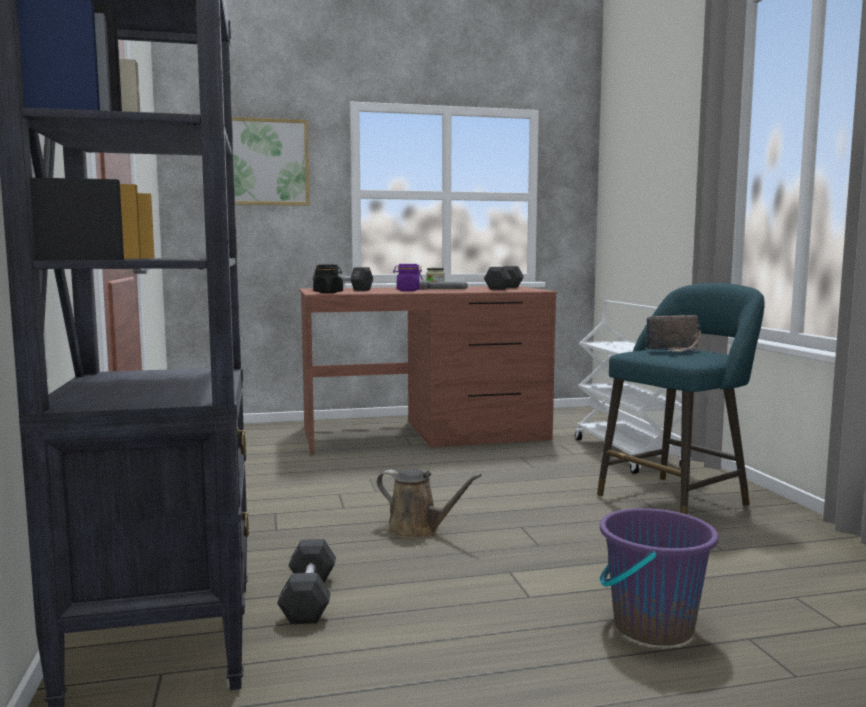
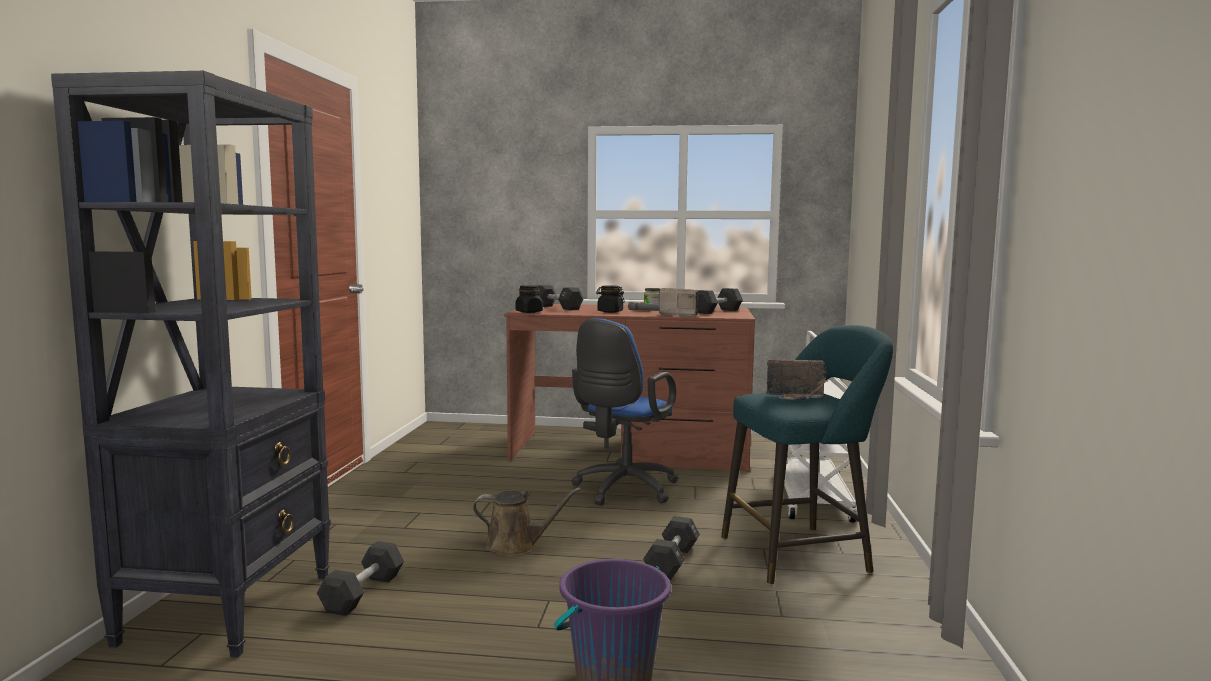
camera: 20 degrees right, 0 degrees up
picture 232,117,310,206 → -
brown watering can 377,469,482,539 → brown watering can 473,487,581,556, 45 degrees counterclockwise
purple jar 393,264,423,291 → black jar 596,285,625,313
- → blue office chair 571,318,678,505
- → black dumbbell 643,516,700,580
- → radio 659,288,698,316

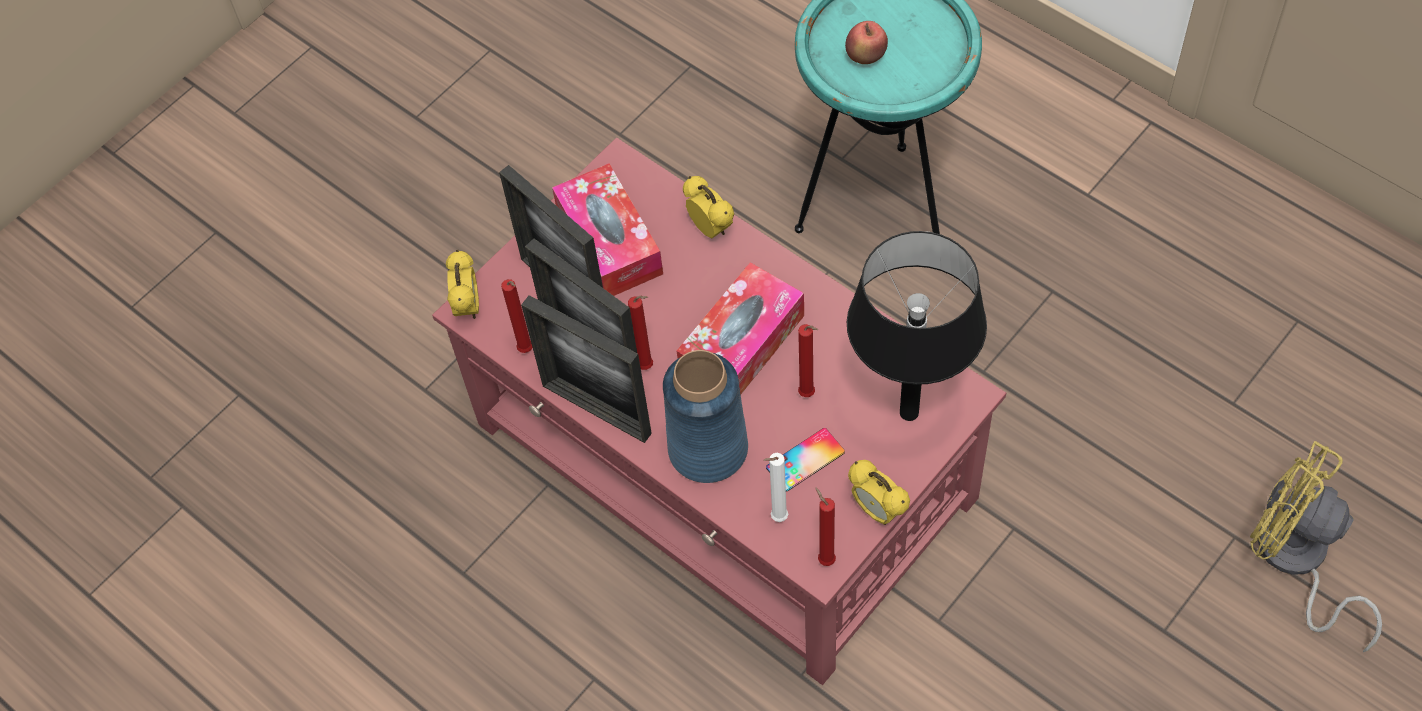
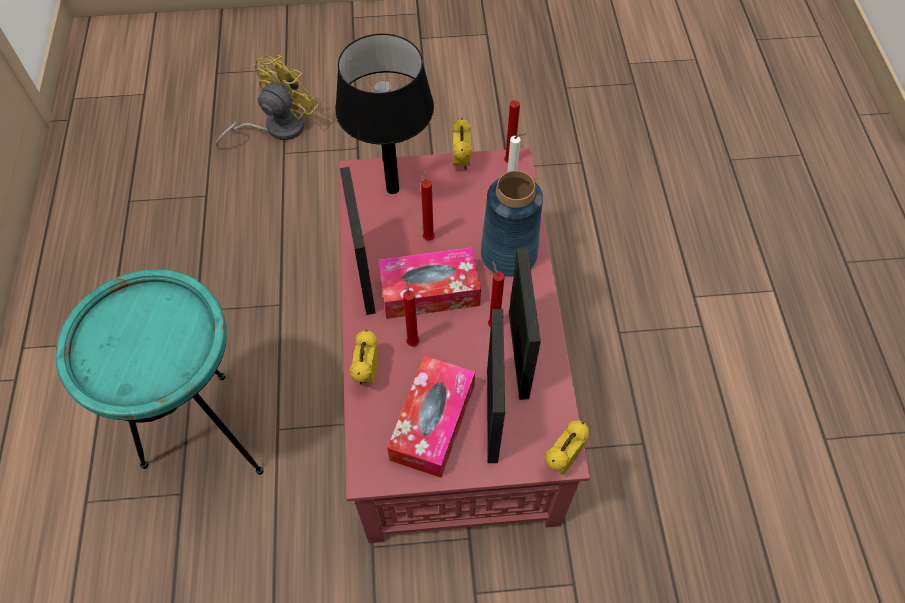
camera: 140 degrees left, 0 degrees up
red candle 501,279,532,353 → red candle 403,279,420,347, moved
picture frame 521,295,652,443 → picture frame 340,167,376,315, moved
phone 766,428,845,492 → -
apple 845,21,888,64 → -
yellow fan 1250,441,1382,652 → yellow fan 215,55,319,148, 135 degrees counterclockwise

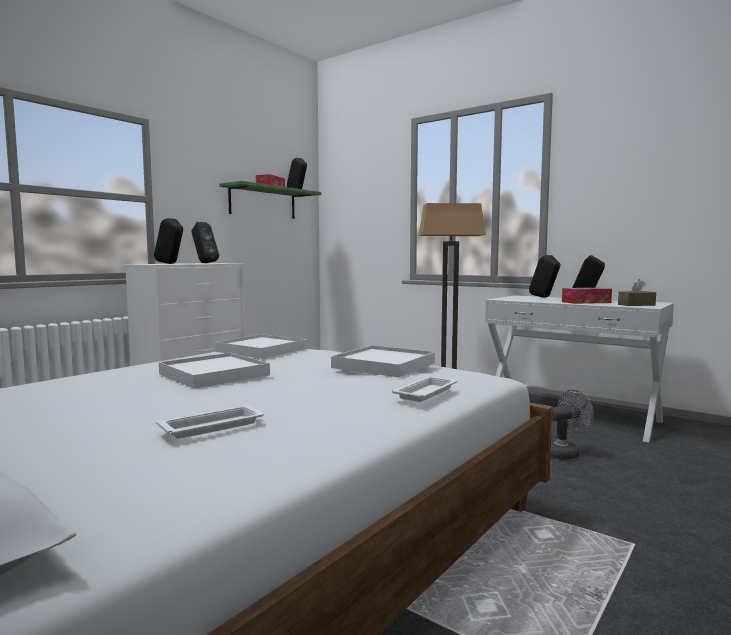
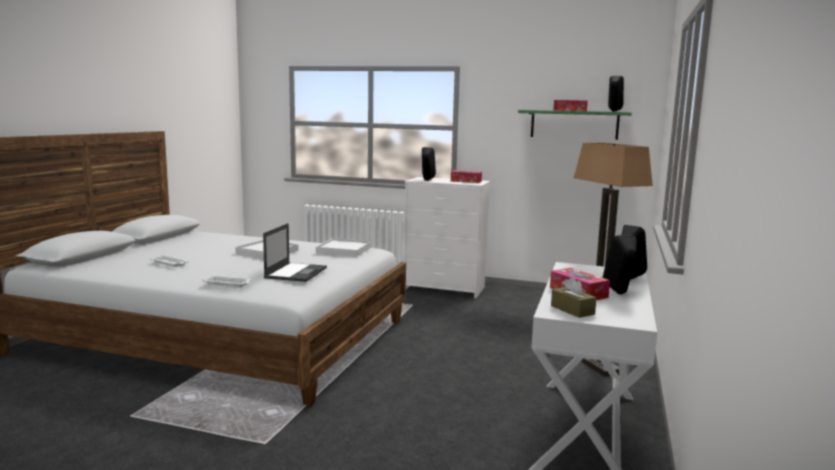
camera: 70 degrees right, 5 degrees up
black speaker 191,222,219,263 → tissue box 451,170,482,183
white tray 331,345,435,377 → laptop 263,223,327,282
grey fan 550,390,594,460 → -

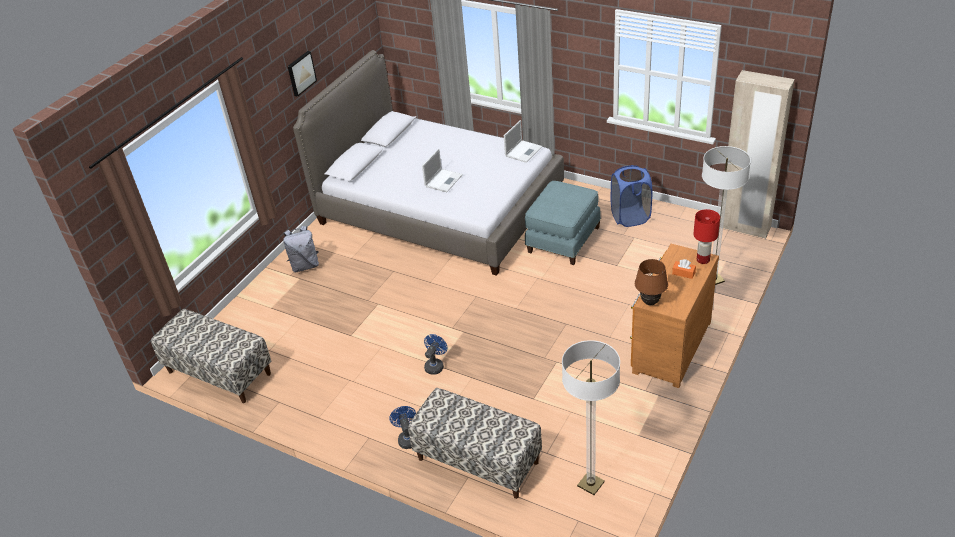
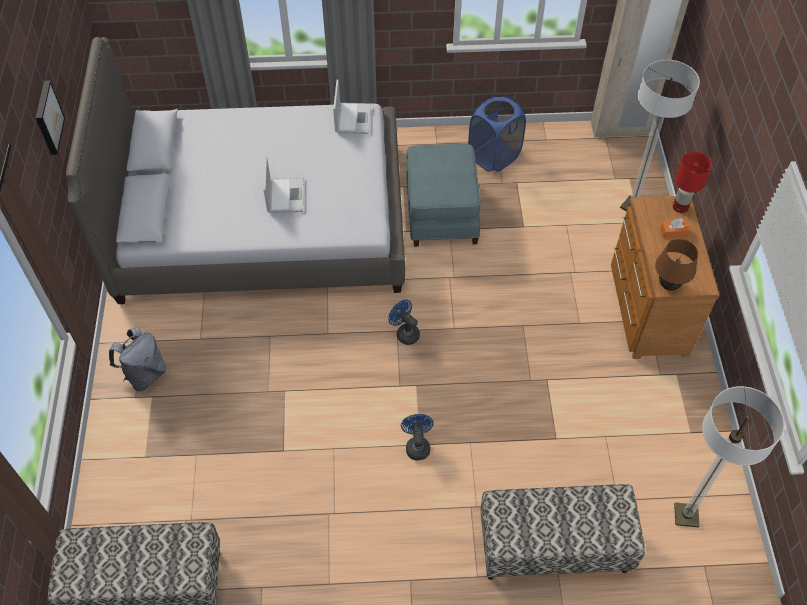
camera: 35 degrees left, 15 degrees up
blue fan 390,406,416,449 → blue fan 388,300,420,345, moved

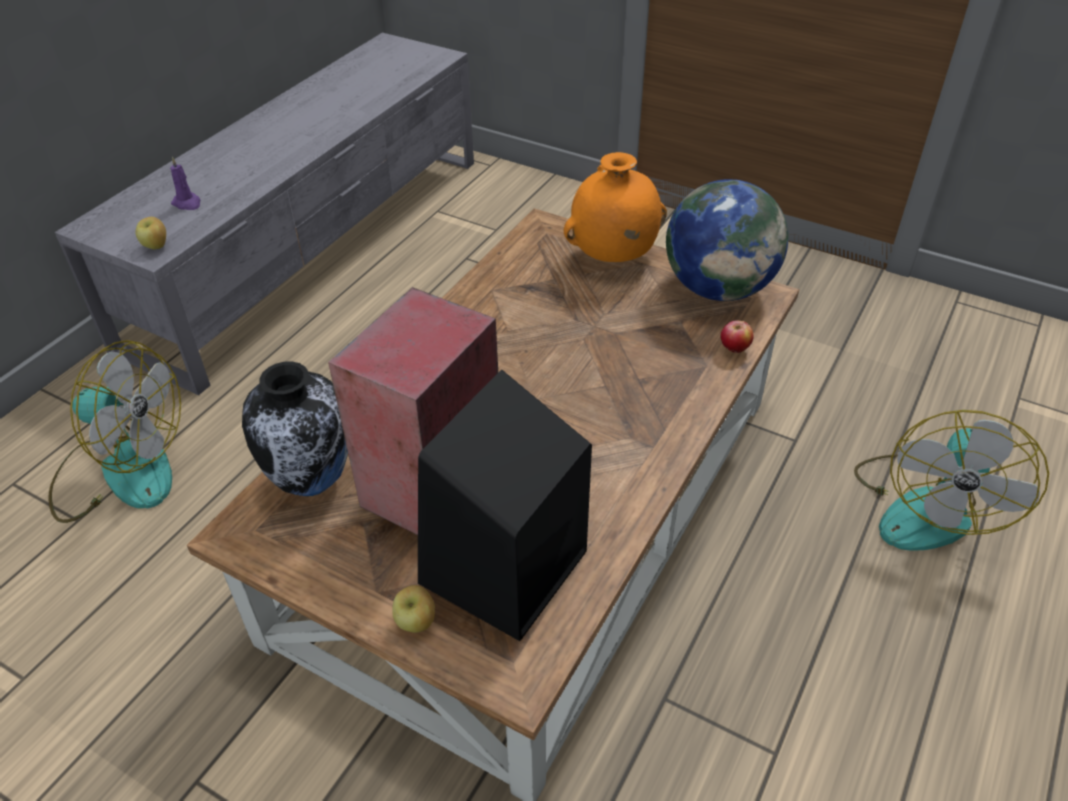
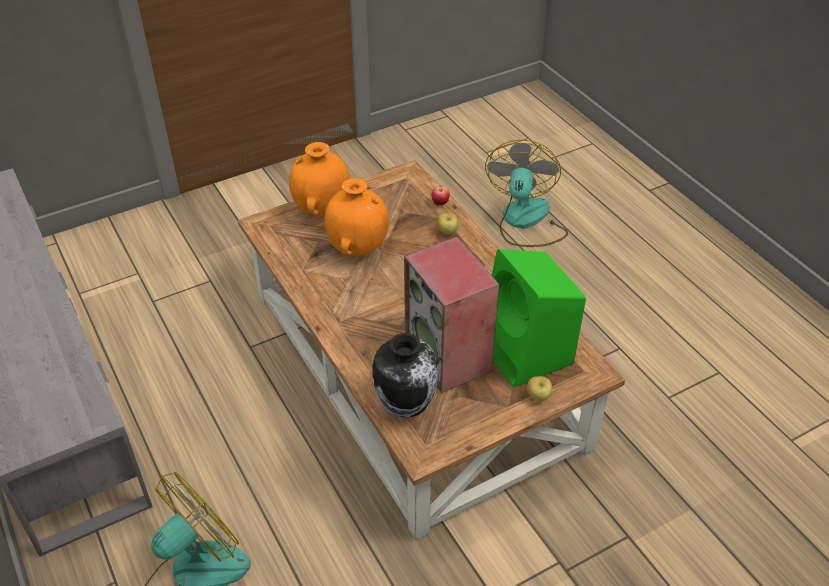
camera: 60 degrees left, 0 degrees up
apple 136,217,166,249 → apple 437,213,458,235, moved
purple candle 170,157,201,210 → -
black speaker 418,370,592,641 → green speaker 492,249,586,388
globe 666,179,788,301 → -
fan 854,410,1049,551 → fan 485,140,568,247, 135 degrees counterclockwise
- → orange vase 324,178,389,256

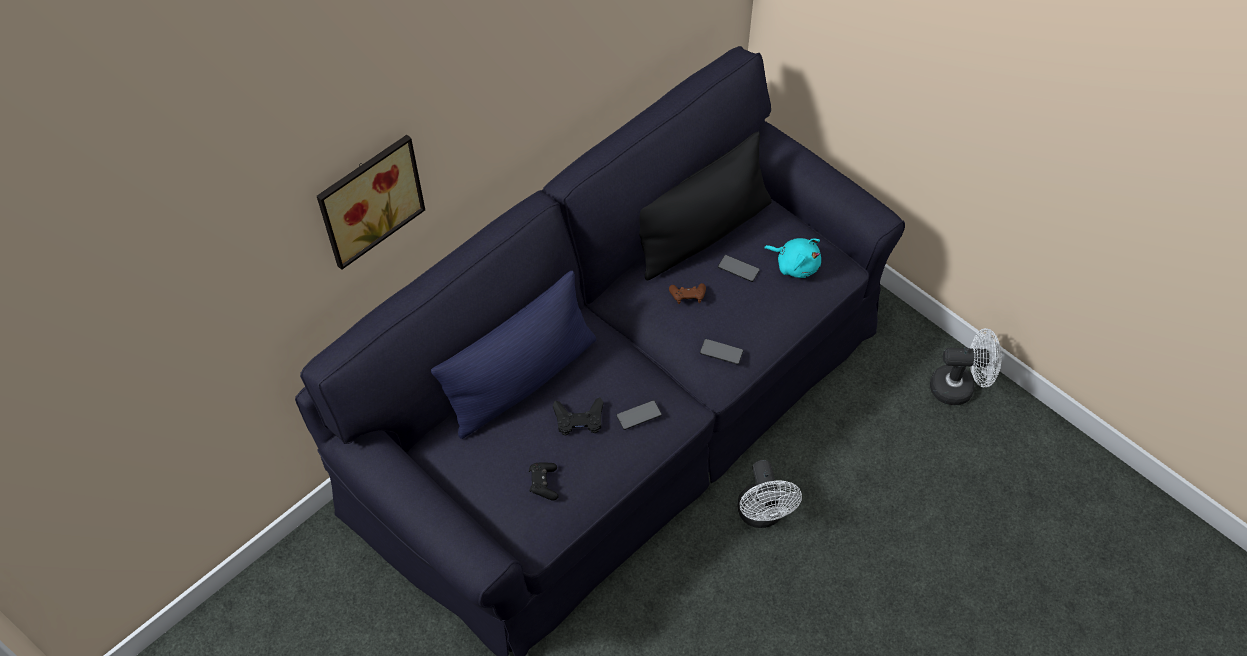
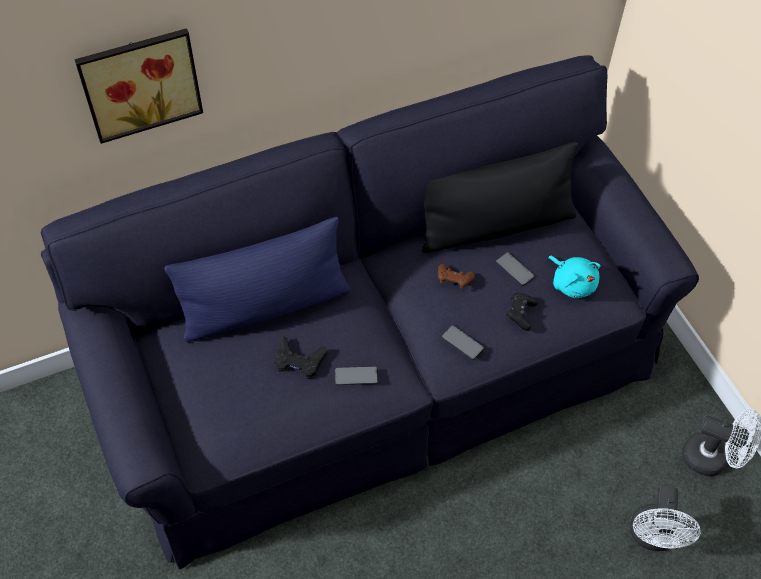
camera: 20 degrees right, 0 degrees up
black game controller 529,463,559,501 → black game controller 506,293,538,331, moved
white fan 737,460,802,528 → white fan 630,484,701,551, moved

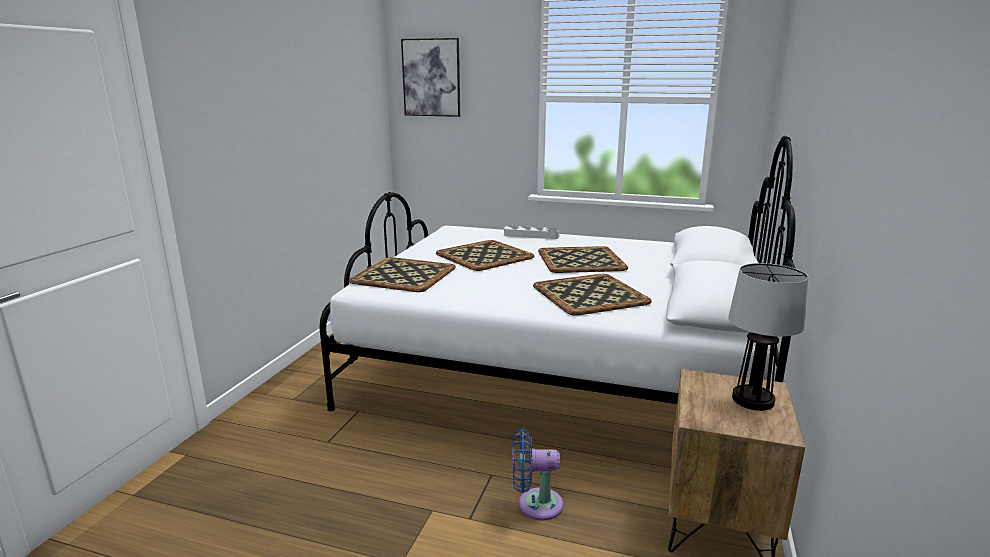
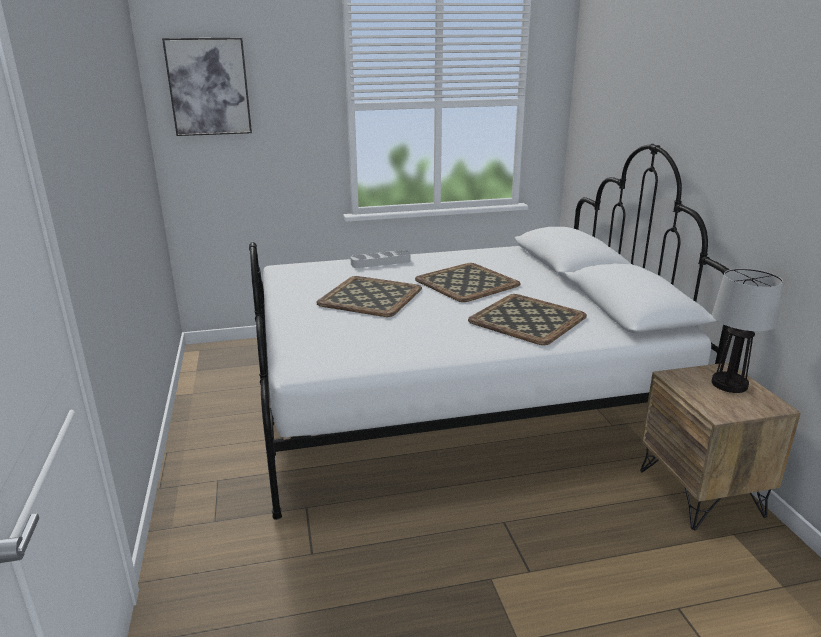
camera: 30 degrees left, 5 degrees up
tray 349,257,456,292 → -
blue fan 512,429,563,521 → -

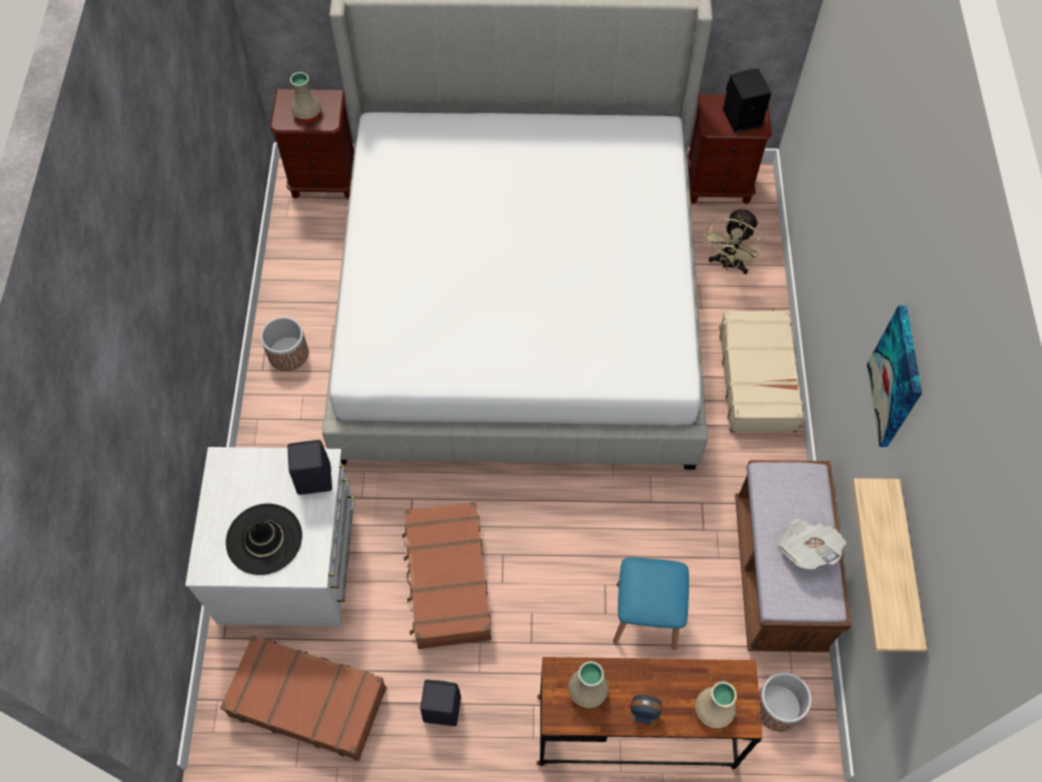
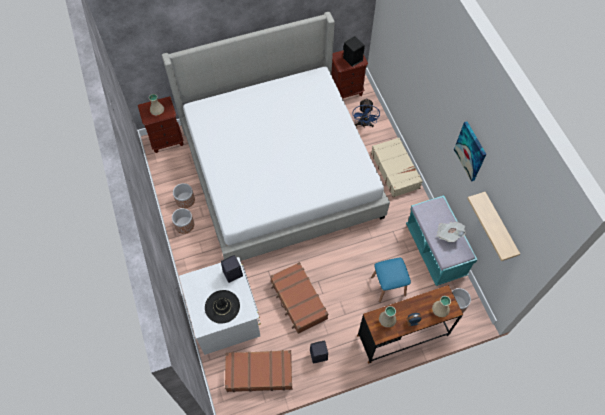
camera: 20 degrees left, 0 degrees up
beige fan 703,208,764,274 → blue fan 352,99,380,127
brown bench 735,460,851,652 → turquoise bench 406,195,478,286
- → planter 173,183,195,208

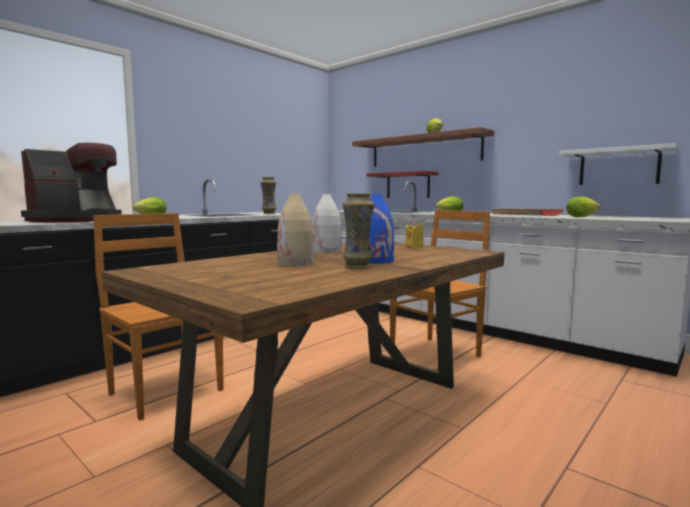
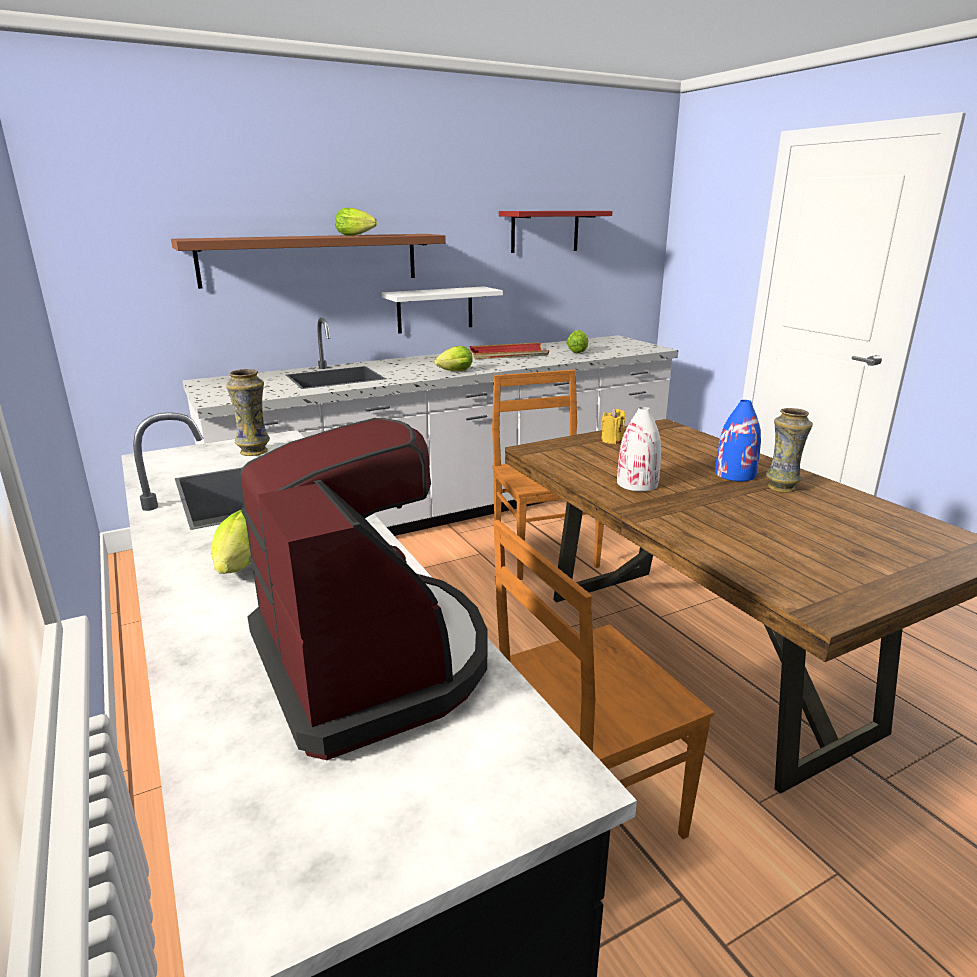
camera: 70 degrees left, 15 degrees up
beige vase 277,193,314,266 → -
red shelf 367,171,438,198 → red shelf 499,211,613,253, moved
white shelf 559,143,680,185 → white shelf 382,286,503,333, moved

